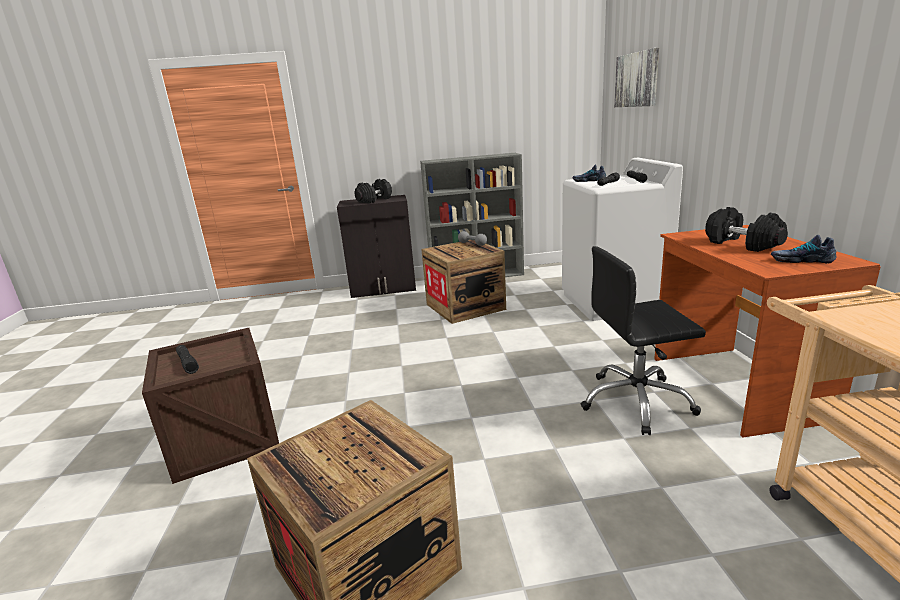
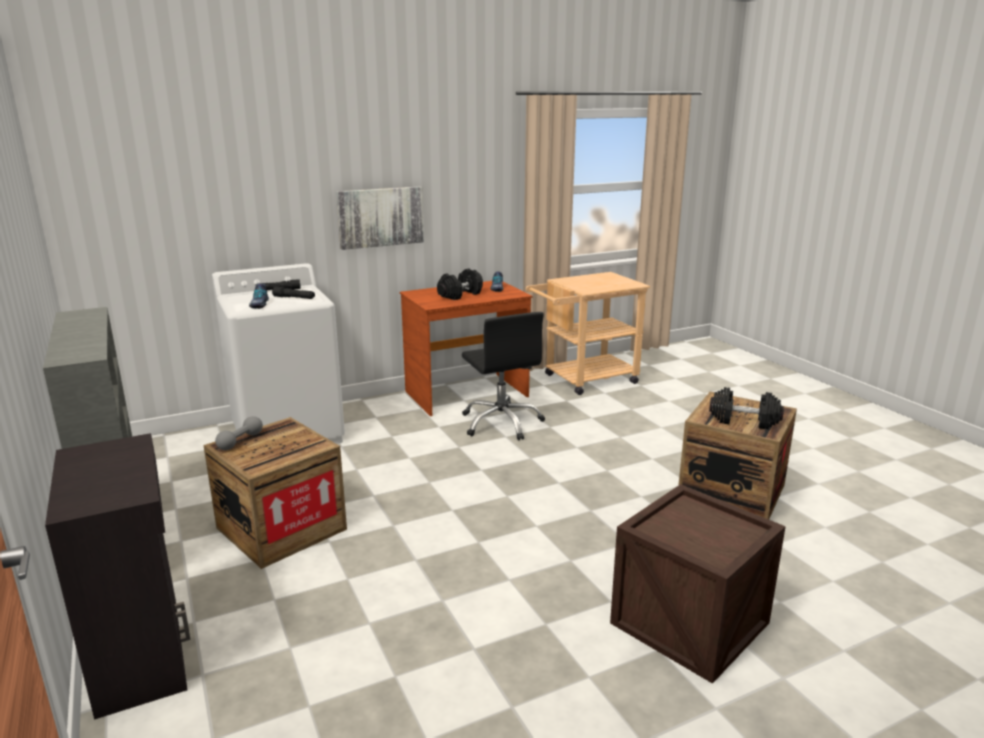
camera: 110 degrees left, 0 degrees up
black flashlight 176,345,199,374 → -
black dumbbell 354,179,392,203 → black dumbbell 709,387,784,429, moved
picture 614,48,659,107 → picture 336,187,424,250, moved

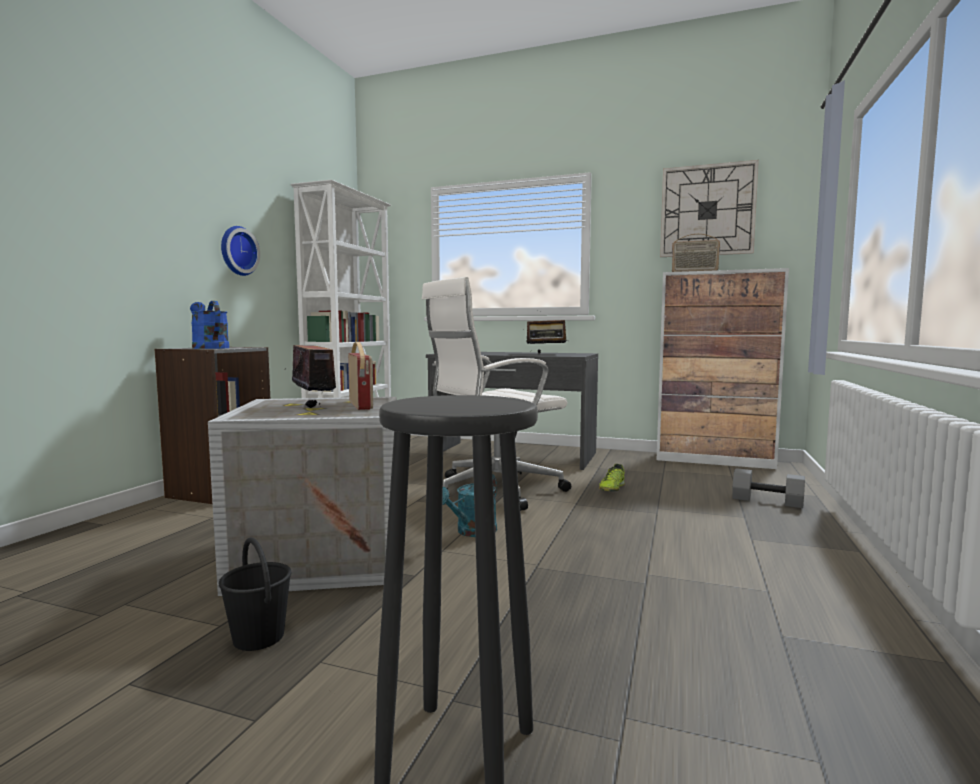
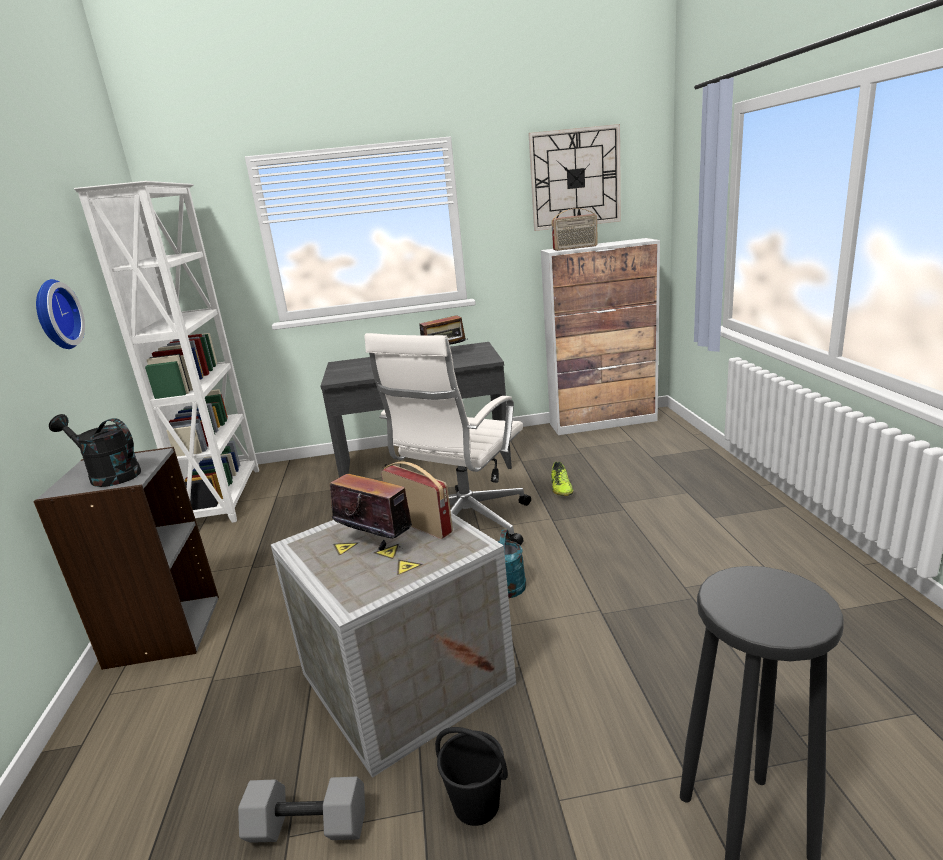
camera: 25 degrees left, 15 degrees up
blue watering can 190,301,229,349 → black watering can 49,414,141,487
grey dumbbell 732,468,805,508 → grey dumbbell 238,777,365,843, moved

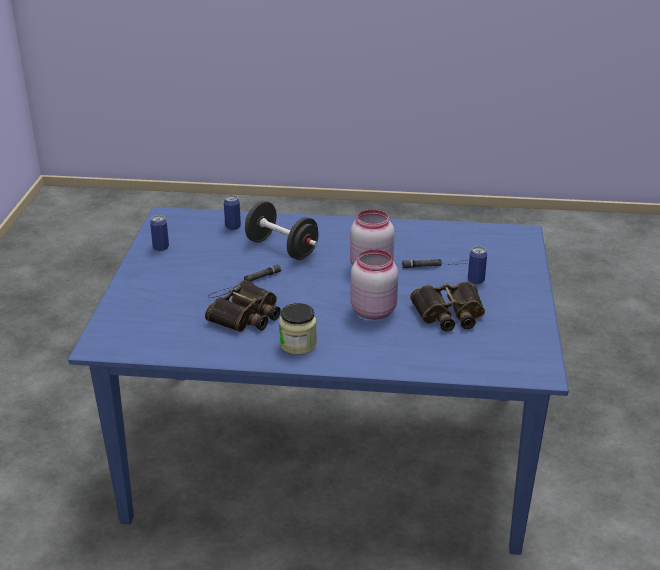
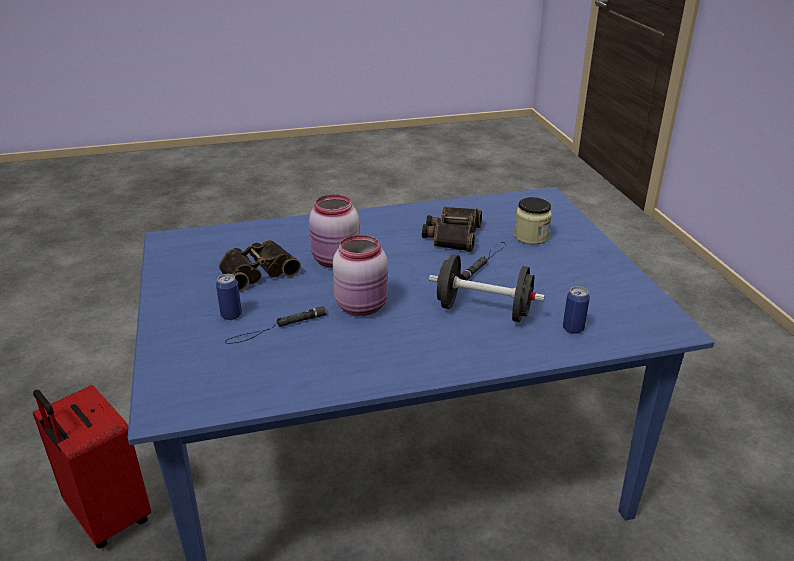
camera: 160 degrees right, 0 degrees up
can 150,215,169,251 → -
jar 279,303,317,355 → jar 514,197,552,245, moved
- → red suitcase 33,385,151,549

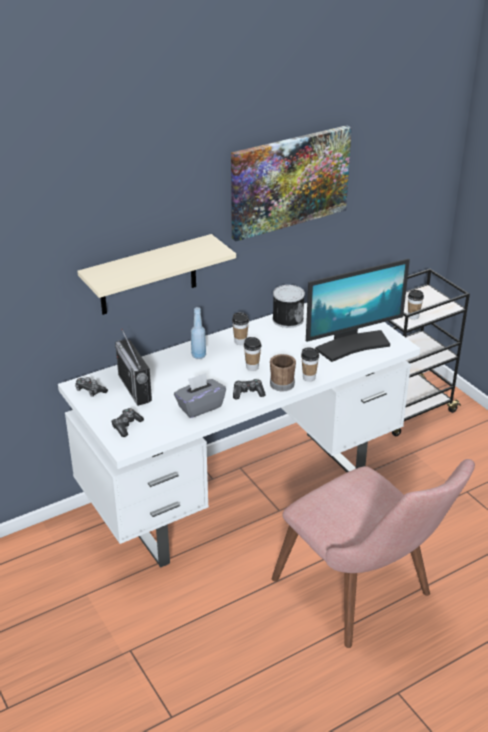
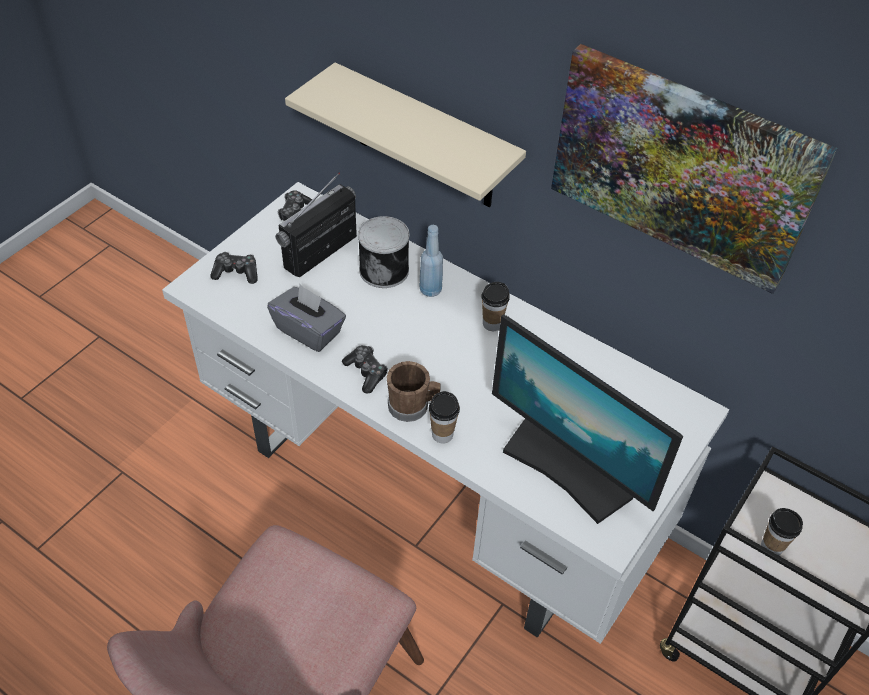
camera: 65 degrees right, 15 degrees up
cup 244,337,261,371 → -
can 273,285,305,328 → can 358,216,410,288, moved

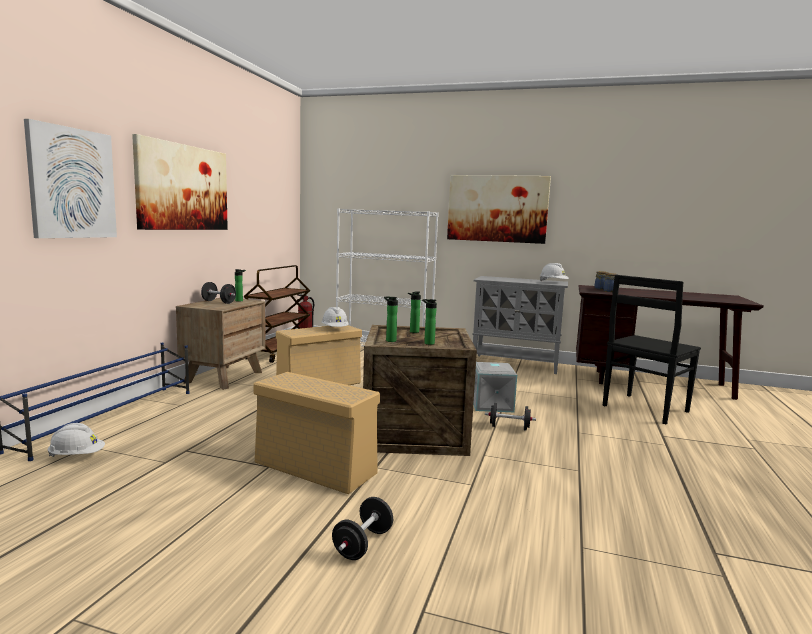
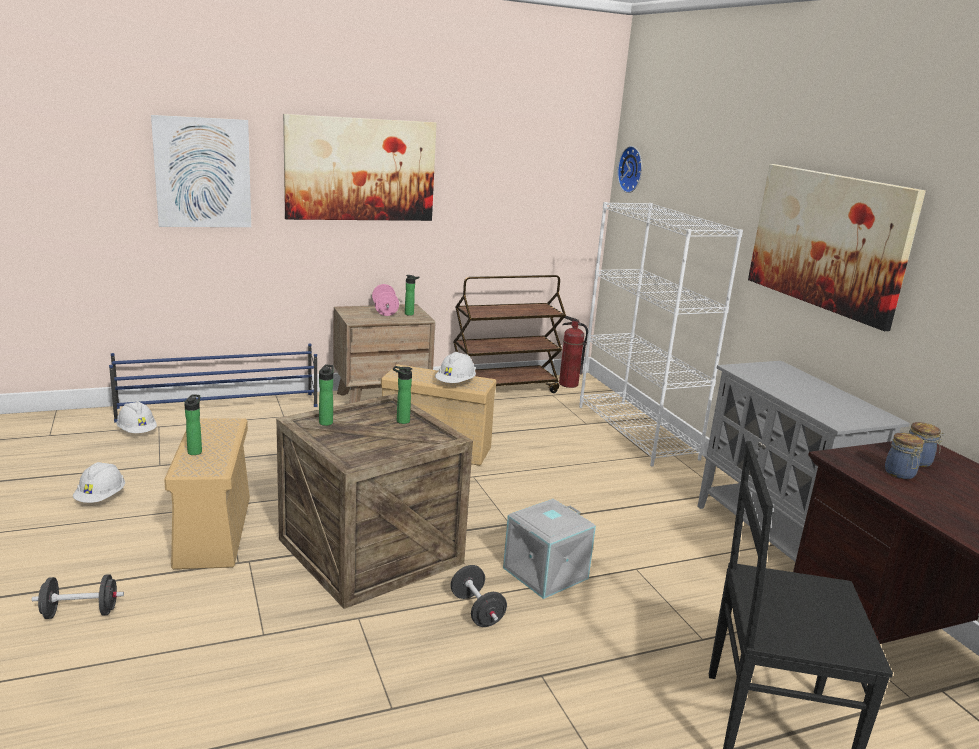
camera: 50 degrees right, 10 degrees up
black dumbbell 201,282,236,304 → pink dumbbell 372,284,399,316
bottle 422,299,437,345 → bottle 184,394,202,455, moved
white hard hat 540,263,569,281 → white hard hat 73,462,125,503, moved
- → wall clock 617,146,642,193

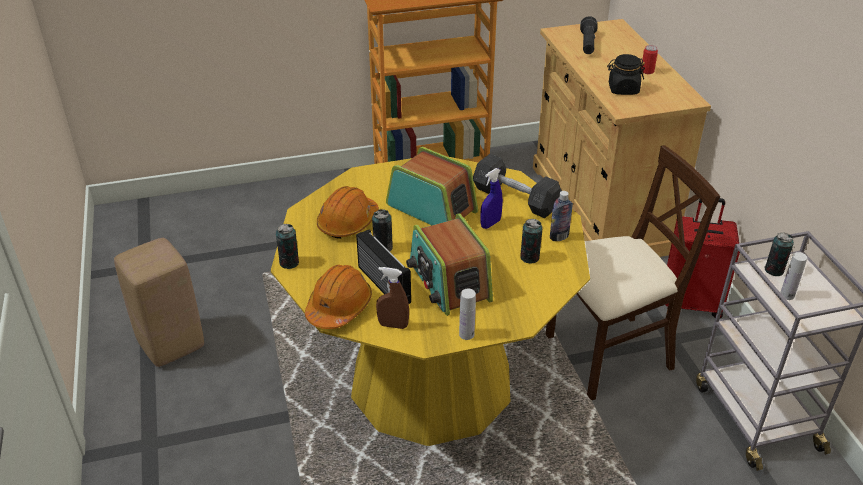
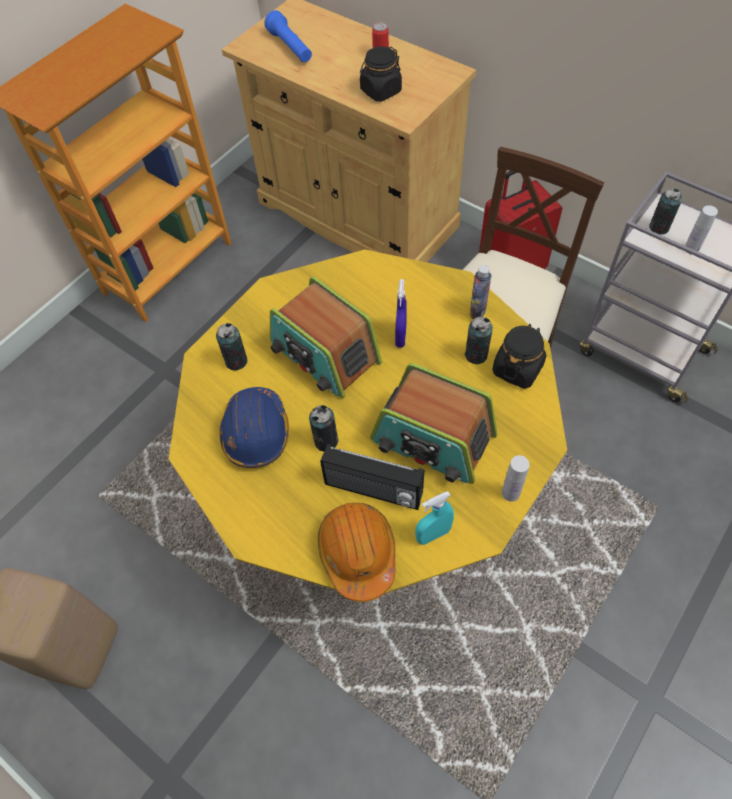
camera: 35 degrees left, 20 degrees up
can 276,224,299,269 → can 216,323,247,370, moved
orange hard hat 317,186,379,239 → blue hard hat 220,387,289,468
brown spray bottle 376,267,409,329 → turquoise spray bottle 415,491,454,545
radio 386,147,478,225 → radio 270,276,382,398, 135 degrees counterclockwise
grey dumbbell 473,154,562,218 → -
black flashlight 580,16,598,54 → blue flashlight 264,10,312,62
- → black jar 492,324,546,389

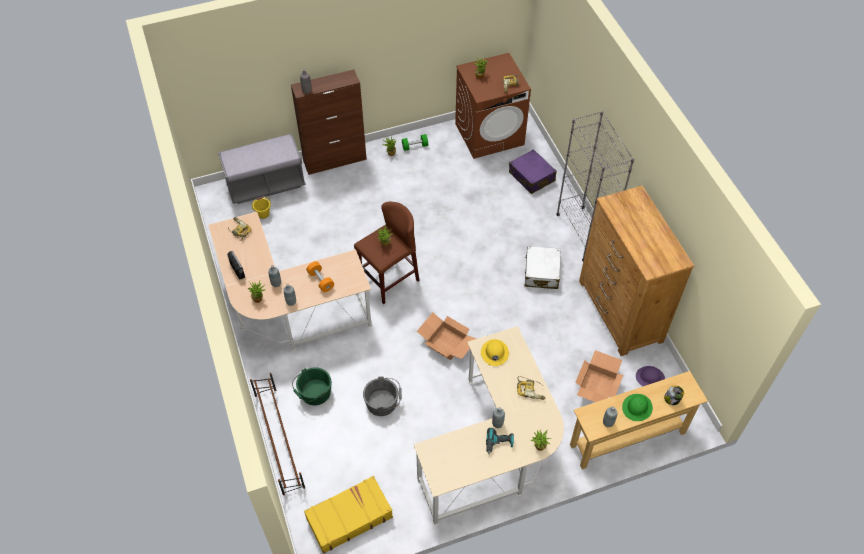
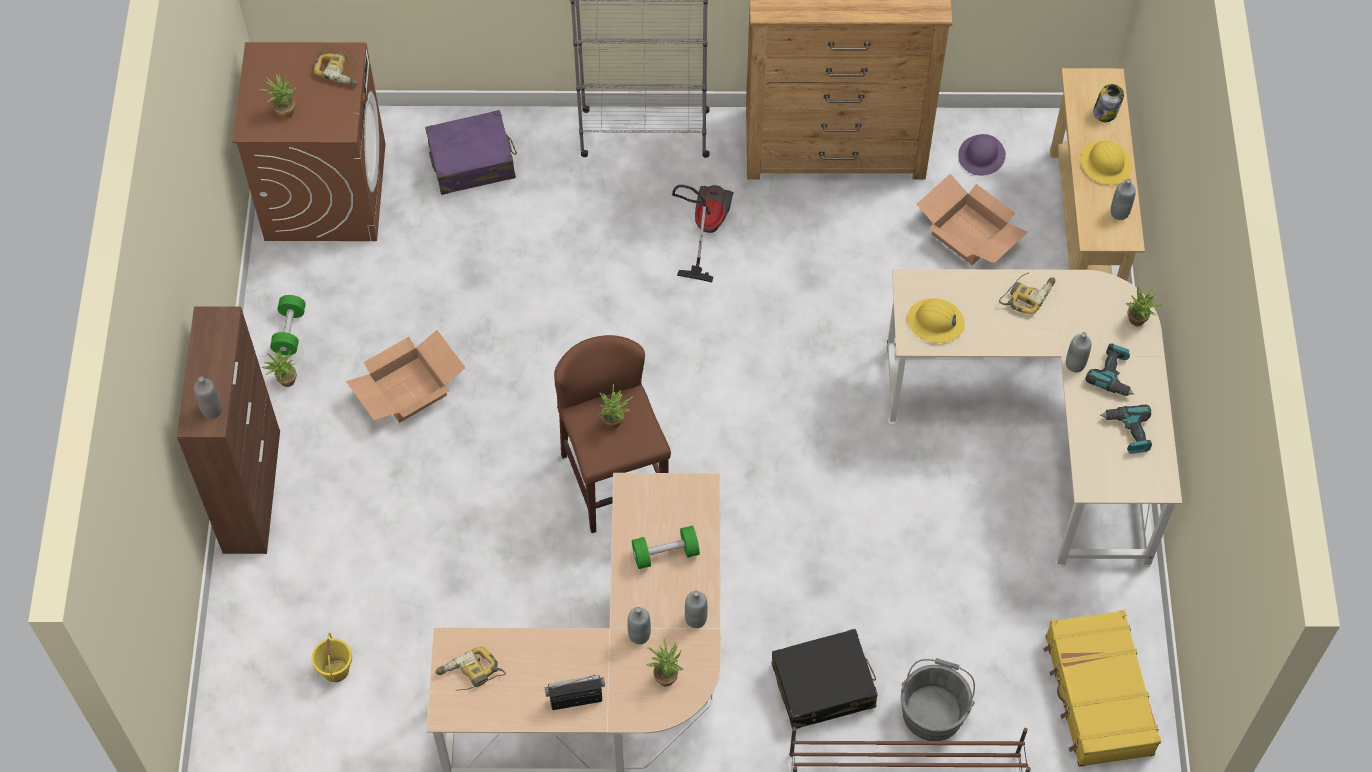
camera: 70 degrees left, 5 degrees up
grey bench 218,134,306,204 → -
green bucket 292,367,332,405 → black suitcase 771,629,878,729
orange dumbbell 306,261,334,292 → green dumbbell 632,526,700,569
grey bucket 363,377,402,416 → grey bucket 900,658,975,741, moved
cardboard box 417,313,477,360 → cardboard box 346,330,466,423, moved
white suitcase 525,246,561,289 → vacuum cleaner 672,185,734,282
green hard hat 622,394,653,421 → yellow hard hat 1080,141,1132,185
- → power drill 1100,405,1152,454

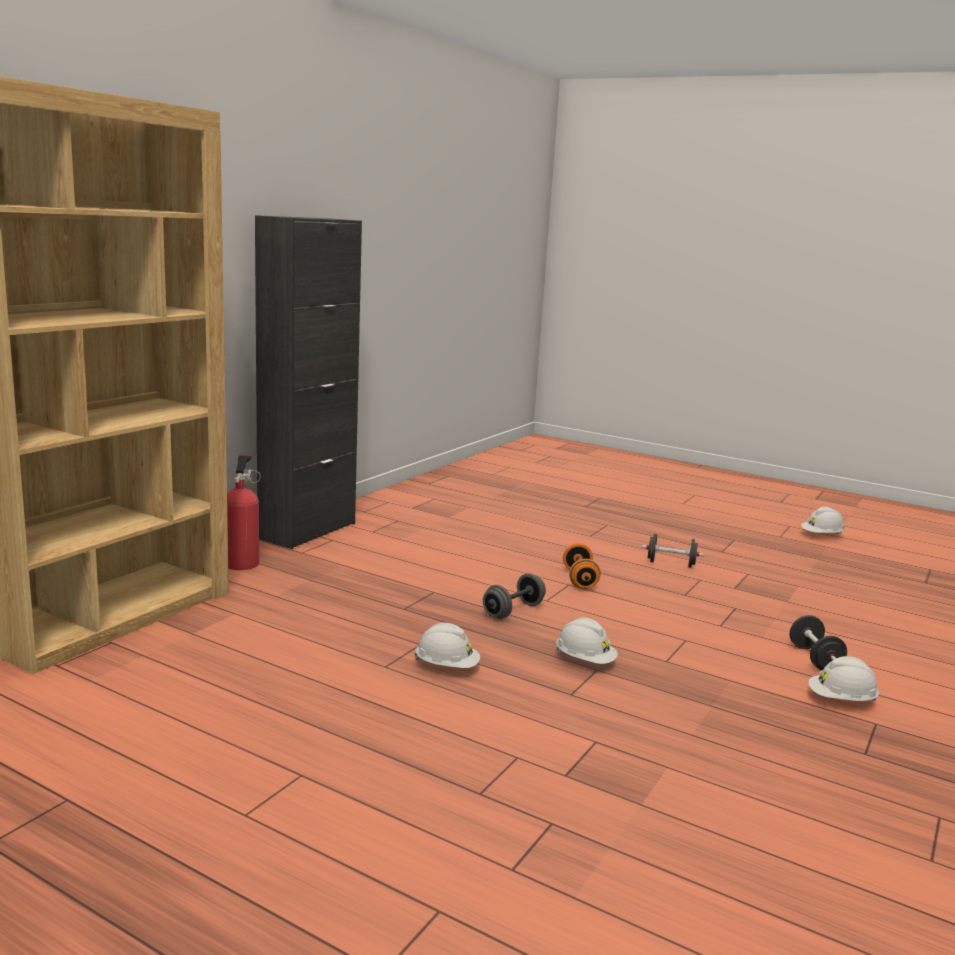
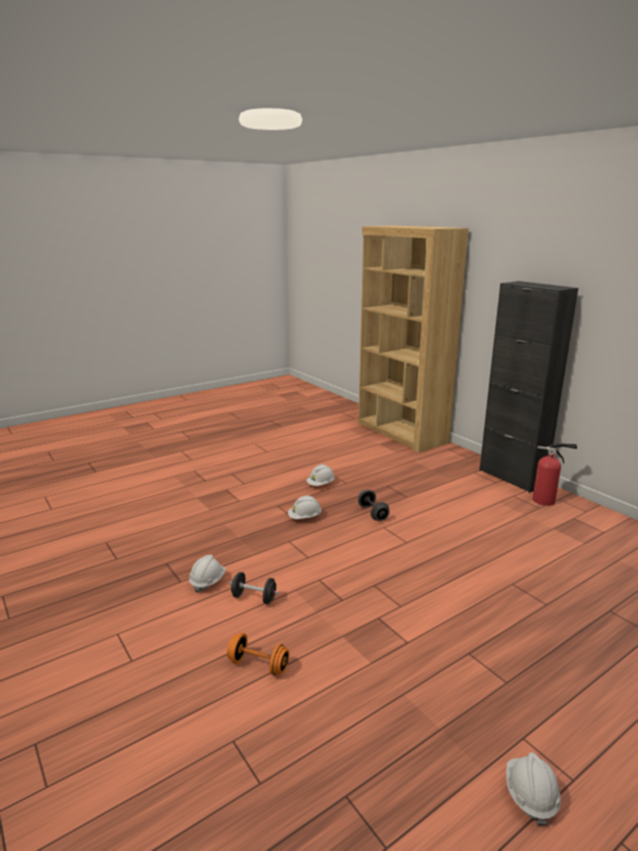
camera: 115 degrees right, 5 degrees up
fire extinguisher 227,455,261,570 → fire extinguisher 533,443,577,506, moved
orange dumbbell 563,543,601,589 → orange dumbbell 227,633,289,675, moved
black dumbbell 642,534,704,568 → -

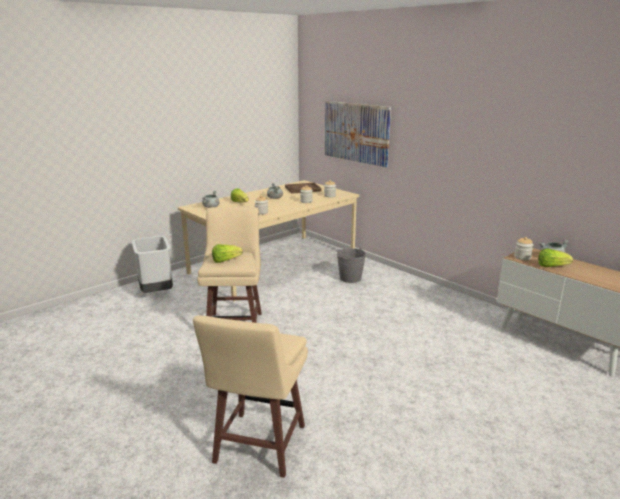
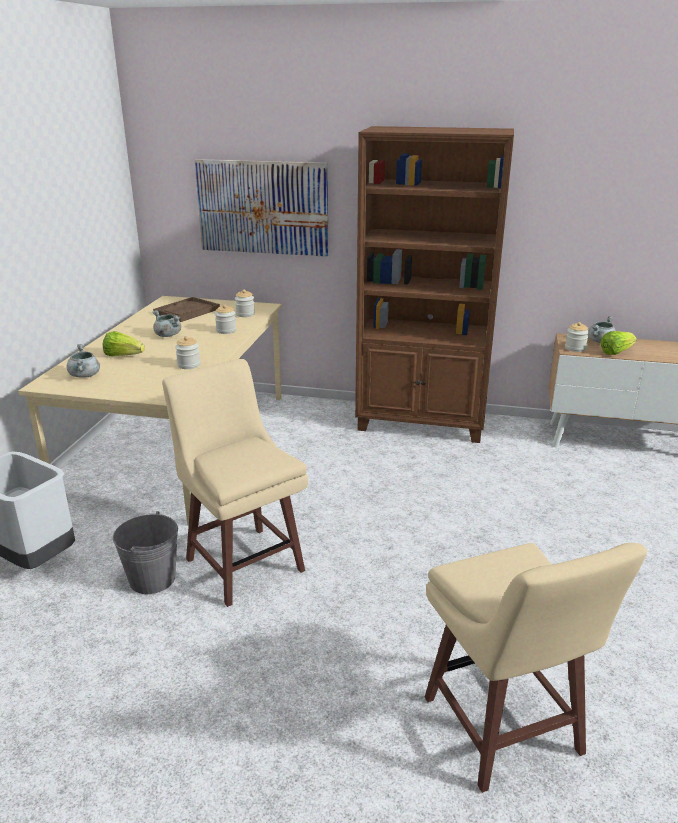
camera: 35 degrees left, 5 degrees up
lettuce 212,244,243,263 → -
grey bucket 337,248,366,283 → grey bucket 113,511,178,594, moved
- → brown bookcase 355,126,514,443

